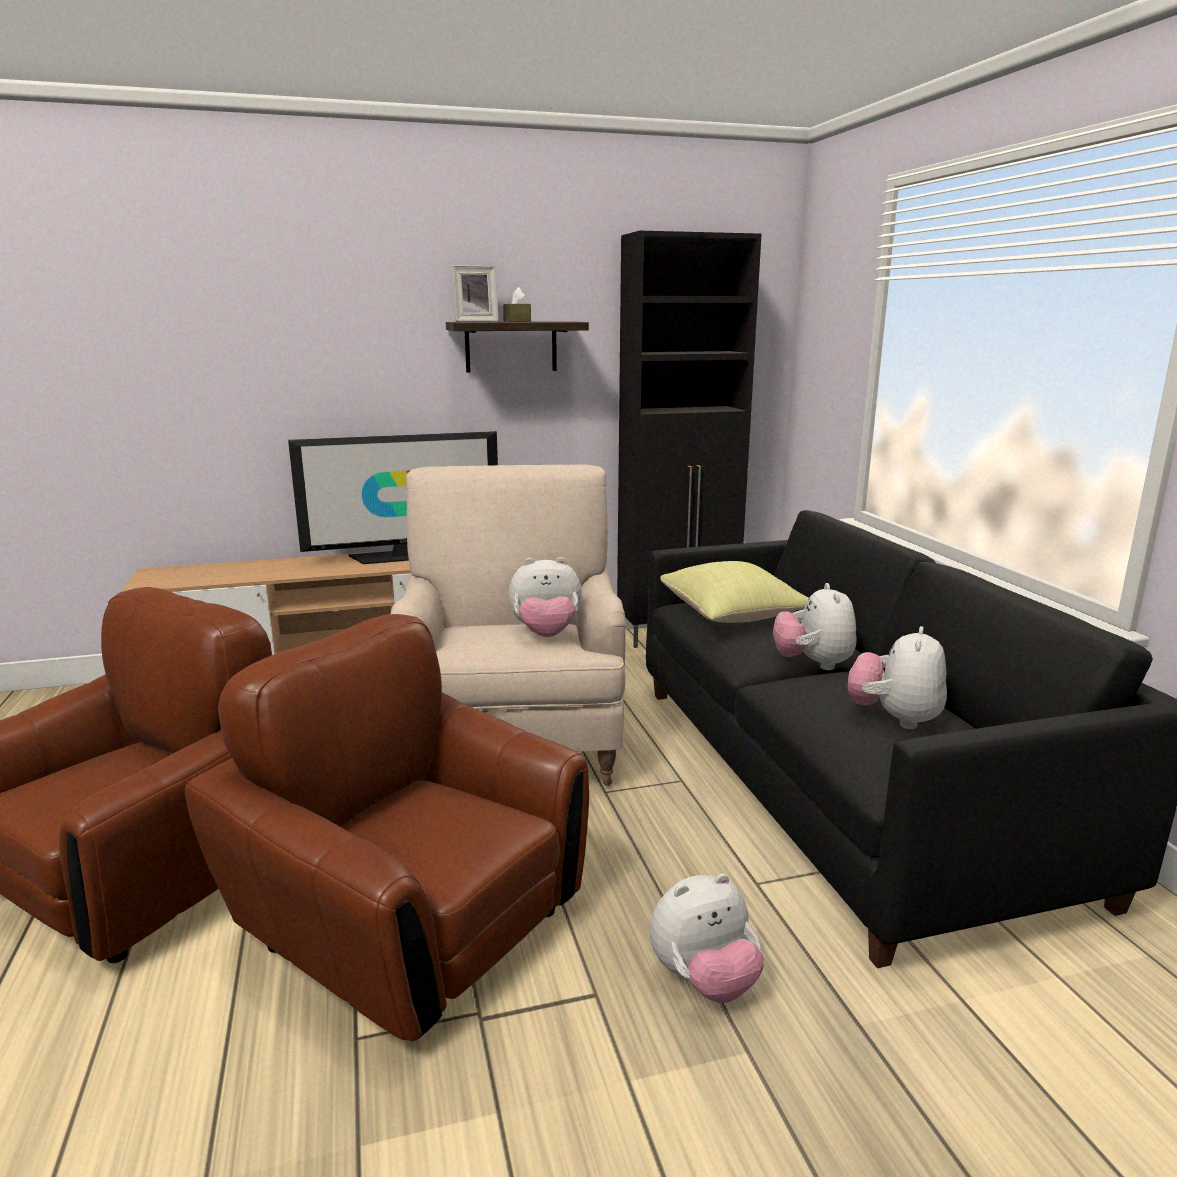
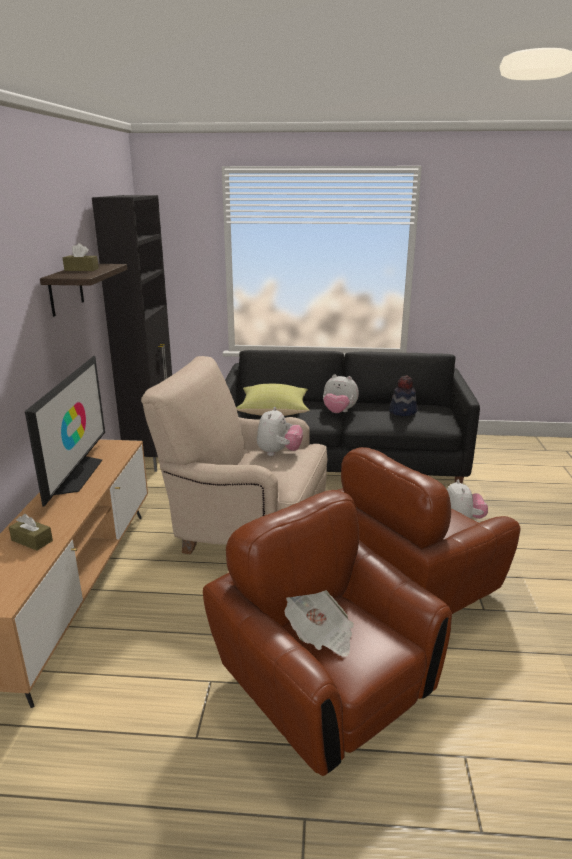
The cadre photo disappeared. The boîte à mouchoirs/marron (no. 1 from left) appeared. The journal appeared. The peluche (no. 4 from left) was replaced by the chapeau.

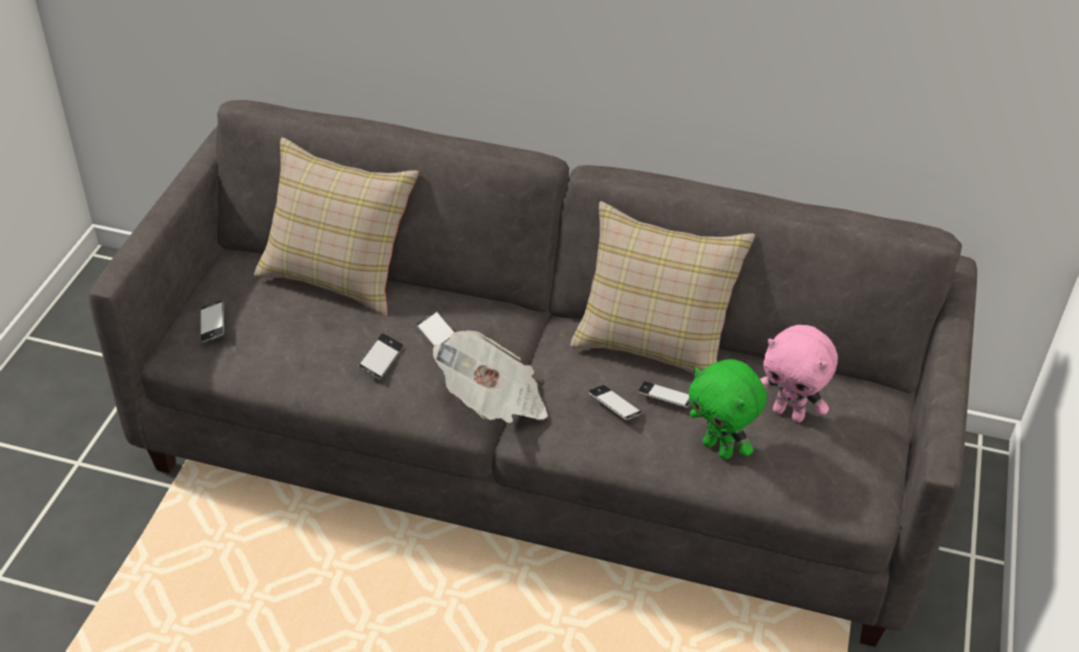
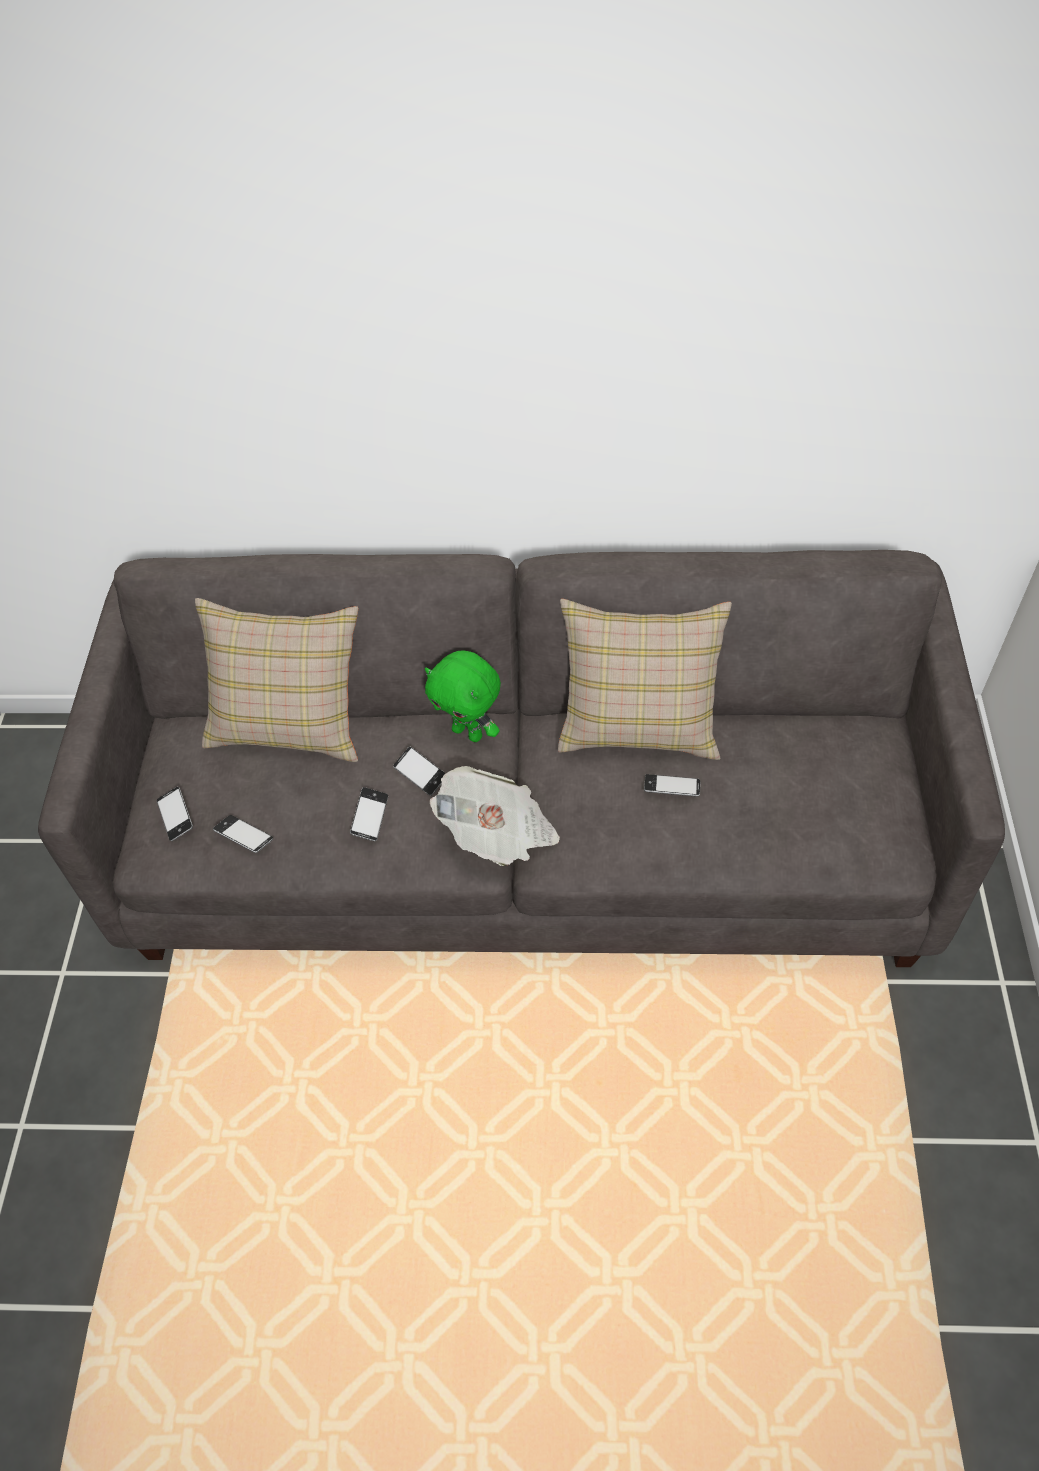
The peluche/rose disappeared. The téléphone (no. 4 from left in the first image) moved. The peluche/vert moved.

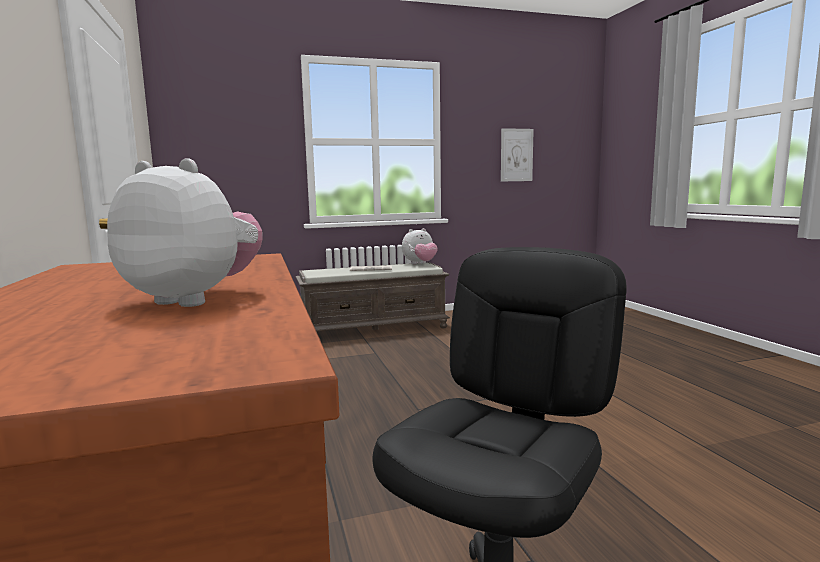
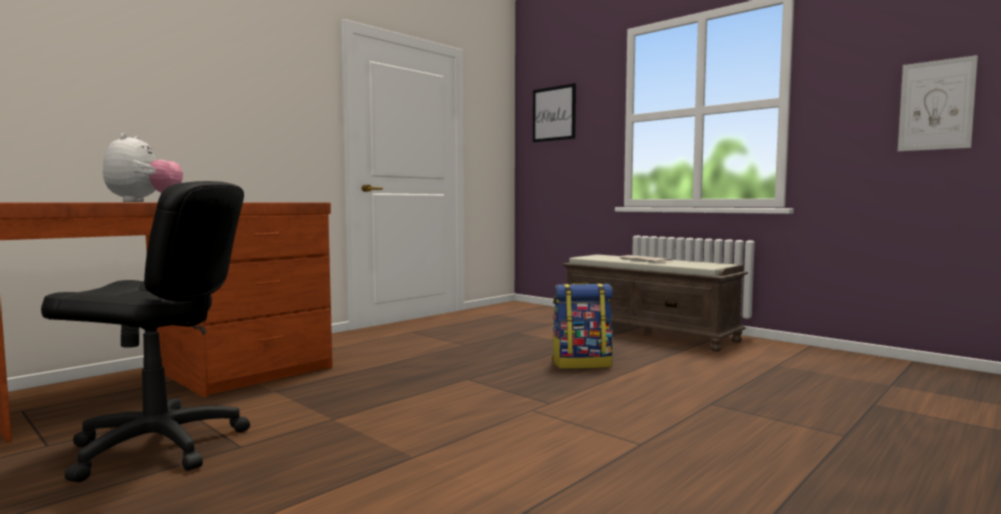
The peluche (no. 2 from left) disappeared. The tableau (no. 1 from left) appeared. The sac à dos appeared.

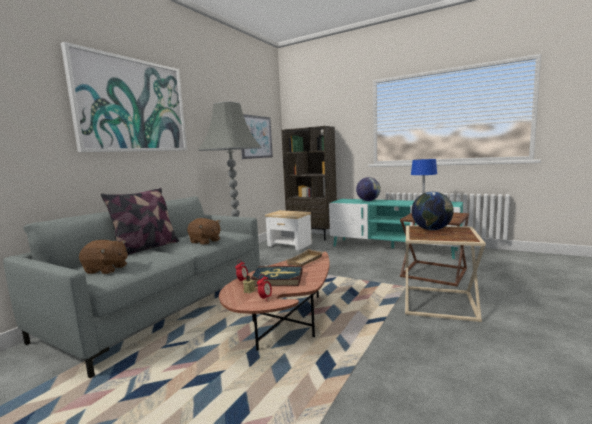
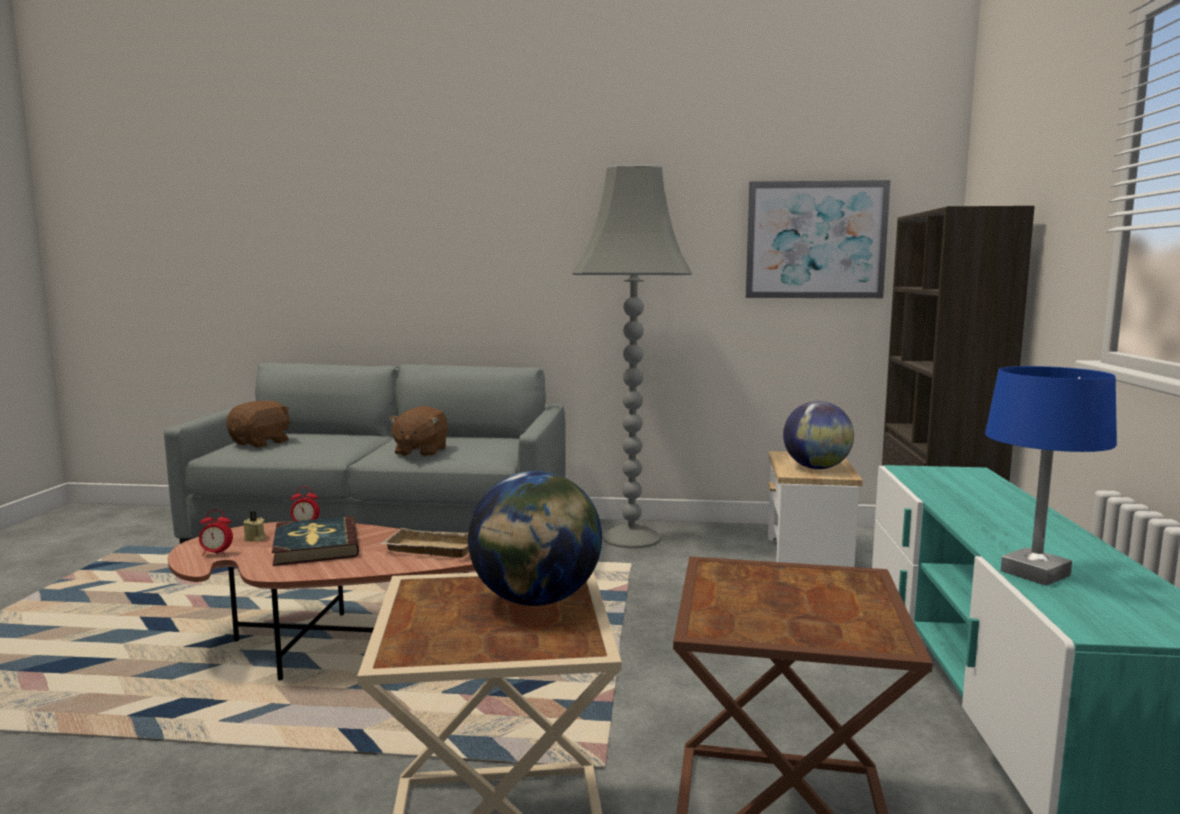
The tableau (no. 1 from left) disappeared. The coussin disappeared. The globe (no. 1 from left in the first image) moved. The peluche/marron (no. 1 from left) turned 135 degrees counterclockwise.

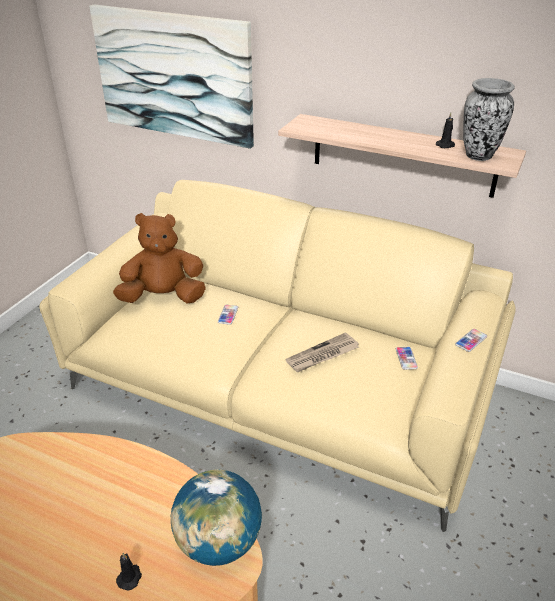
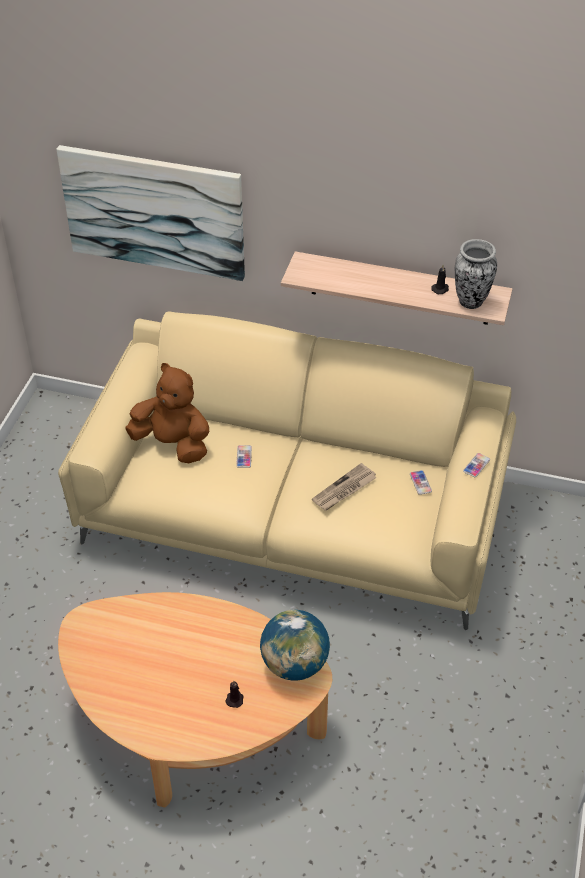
The peluche/marron turned 45 degrees clockwise.

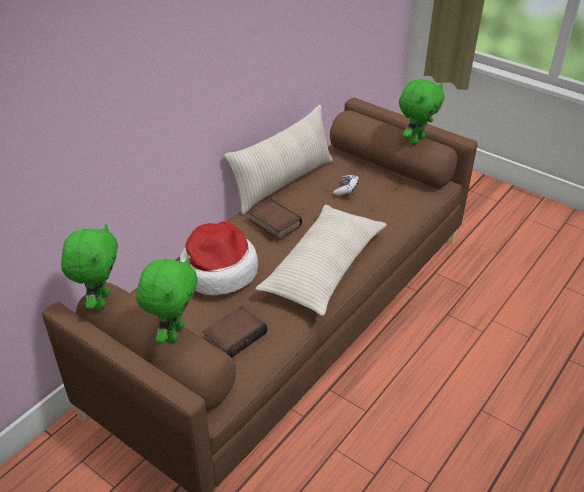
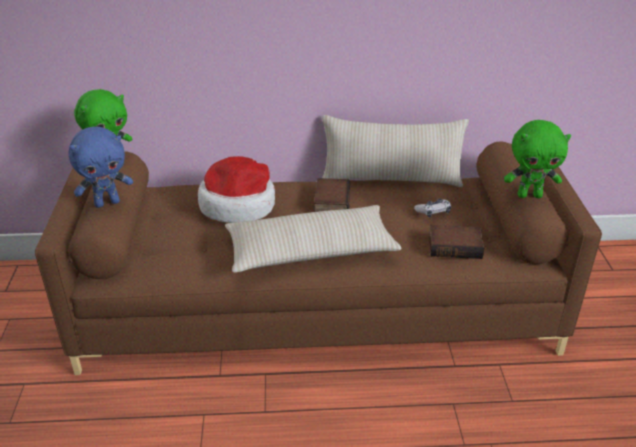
The livre (no. 1 from left in the first image) moved. The peluche/vert (no. 2 from left) became the peluche/bleu.

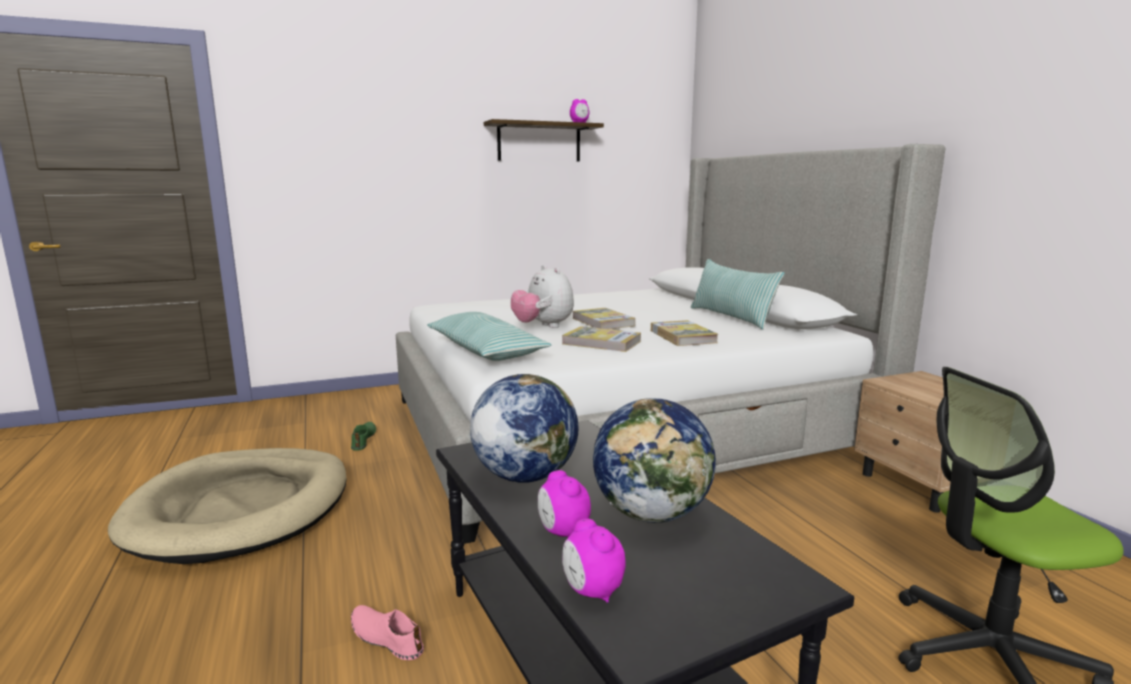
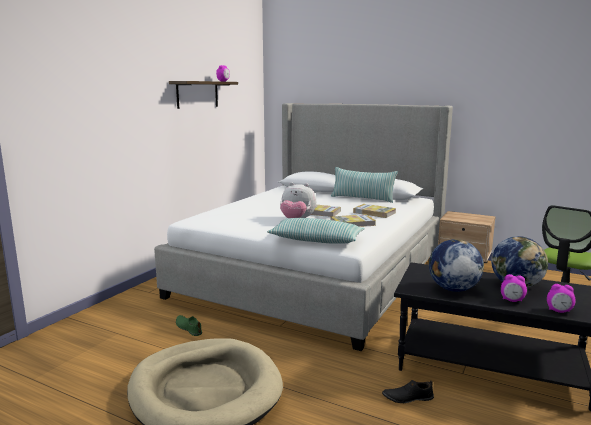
The chaussure/rose became the chaussure/noir.

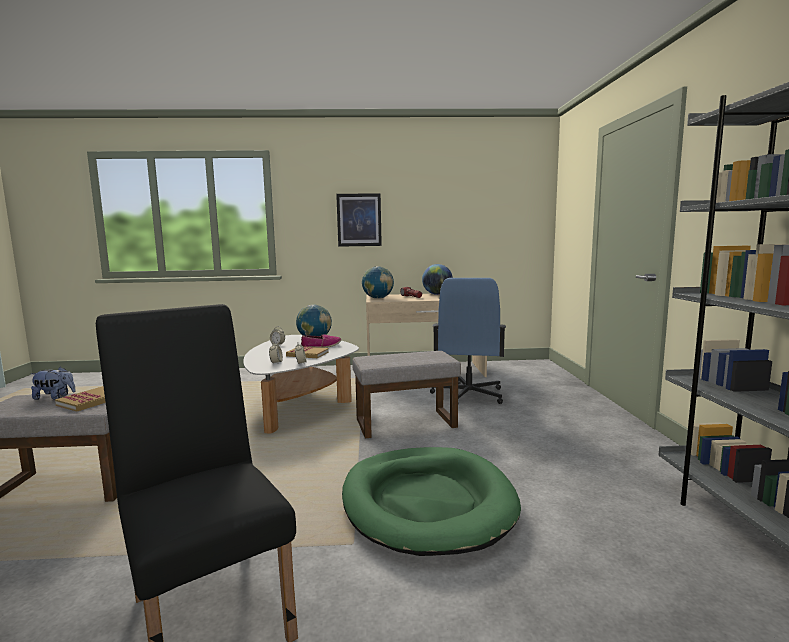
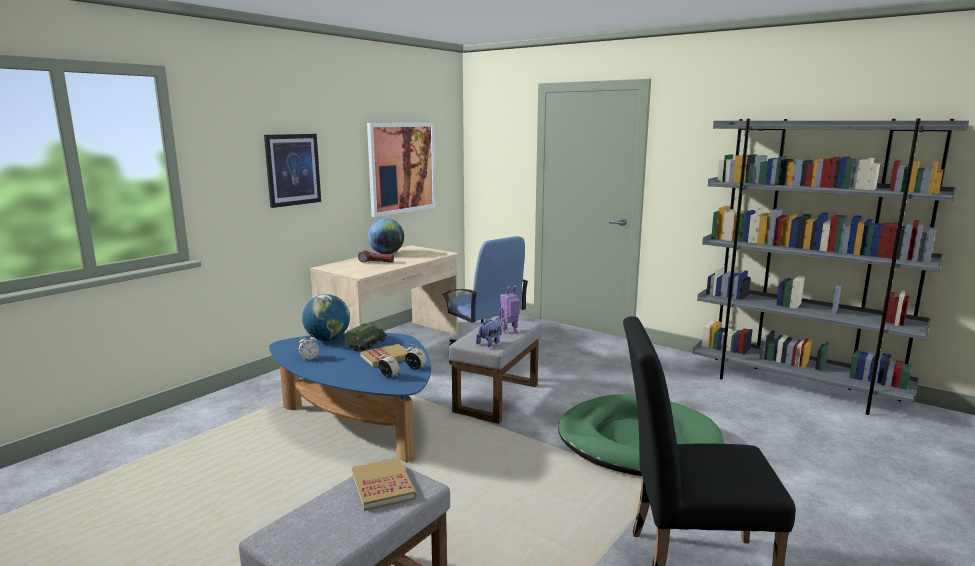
The globe (no. 2 from left) disappeared. The tableau (no. 2 from left) appeared. The robot jouet appeared. The peluche moved. The chaussure was replaced by the camion jouet. The table basse/blanc became the table basse/bleu.

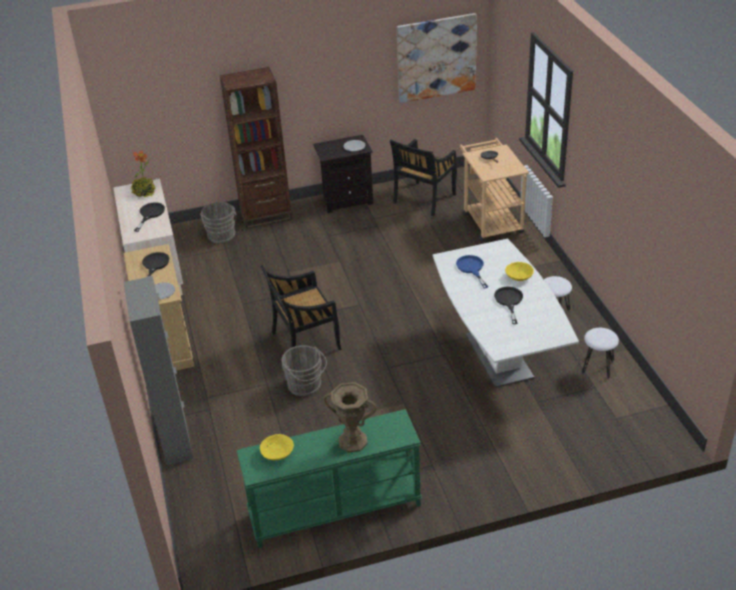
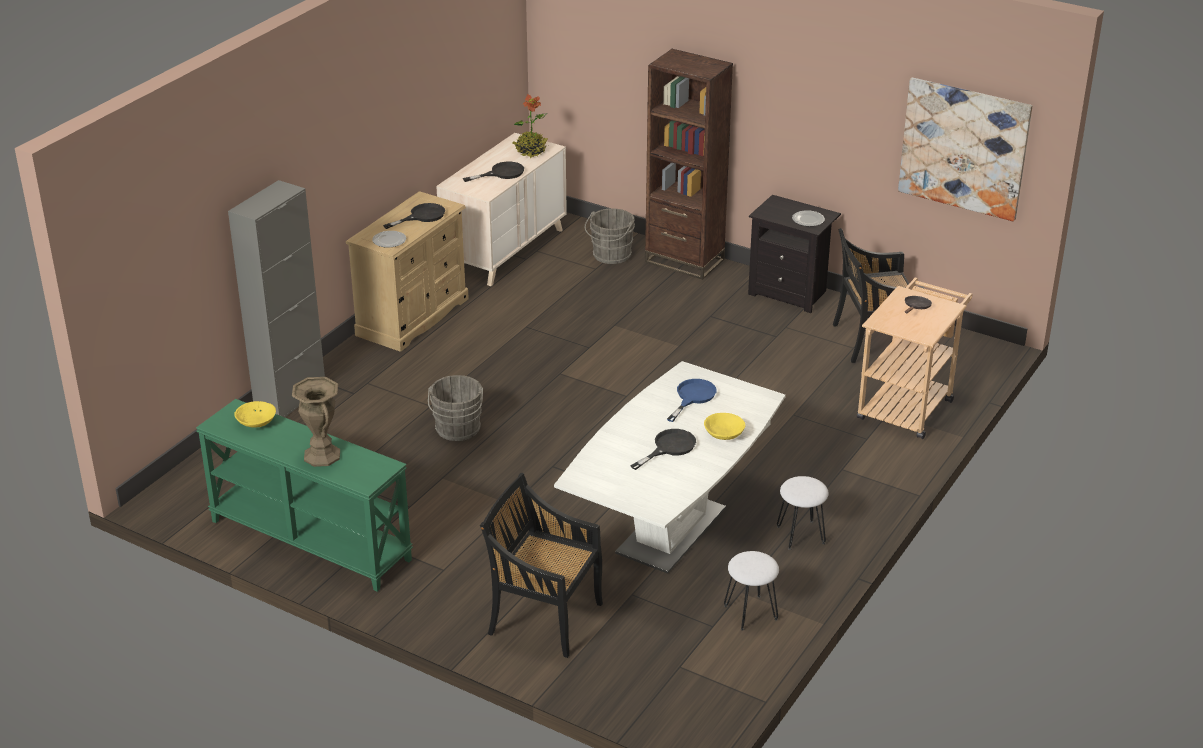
The chaise/noir (no. 1 from left) moved.

